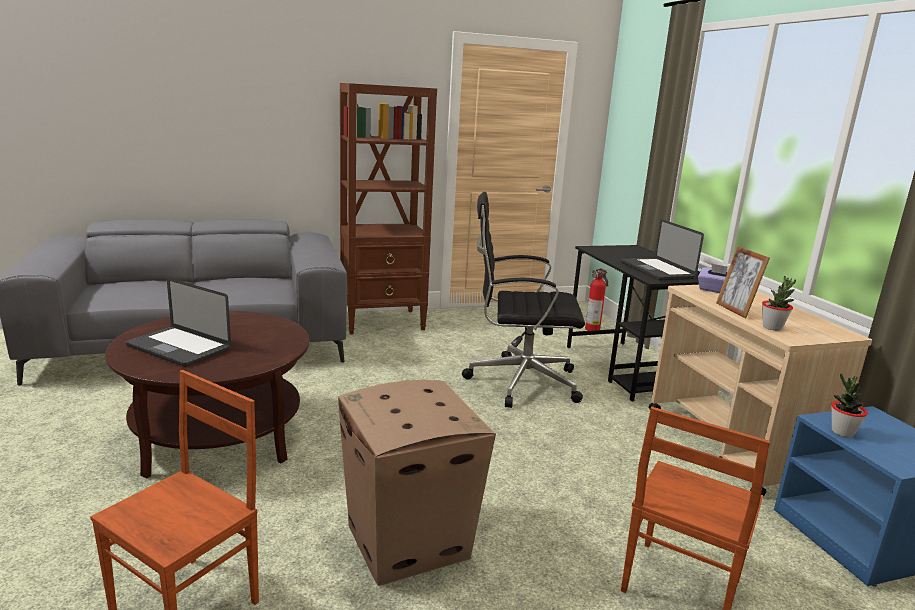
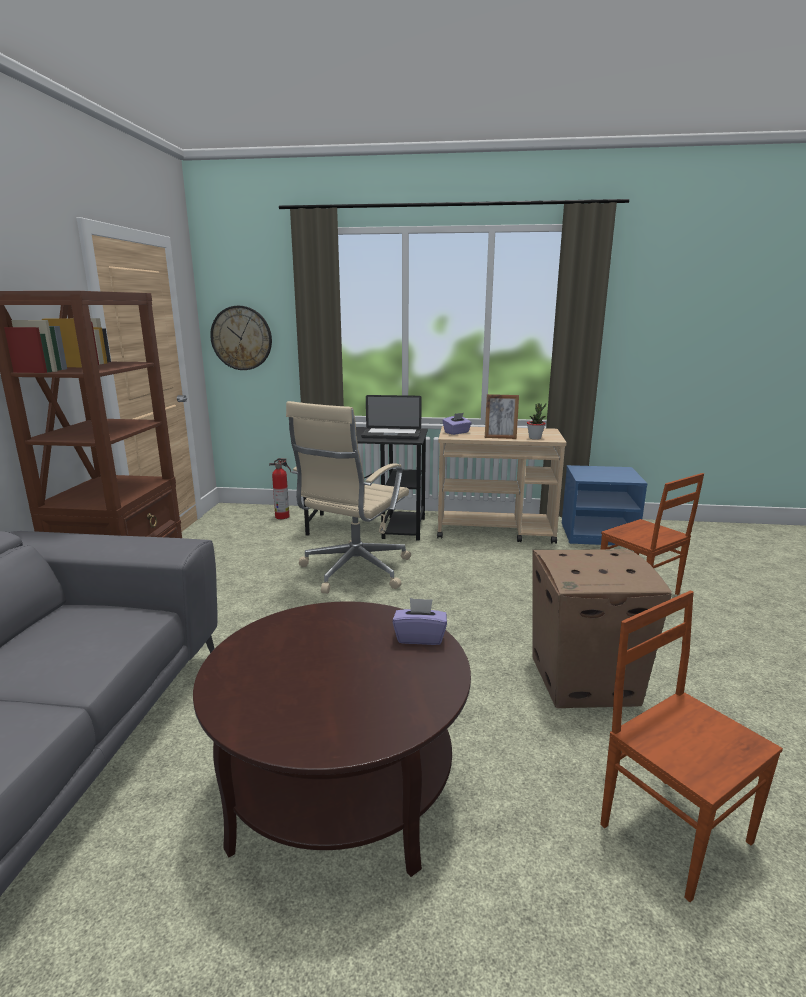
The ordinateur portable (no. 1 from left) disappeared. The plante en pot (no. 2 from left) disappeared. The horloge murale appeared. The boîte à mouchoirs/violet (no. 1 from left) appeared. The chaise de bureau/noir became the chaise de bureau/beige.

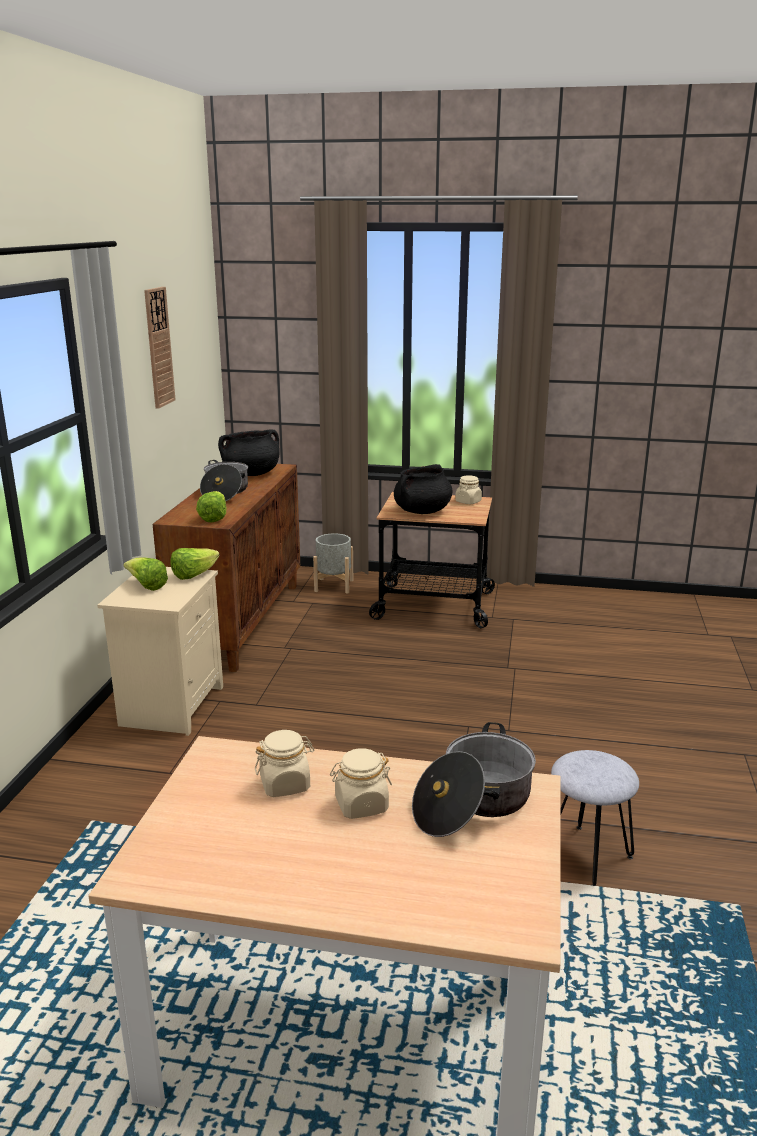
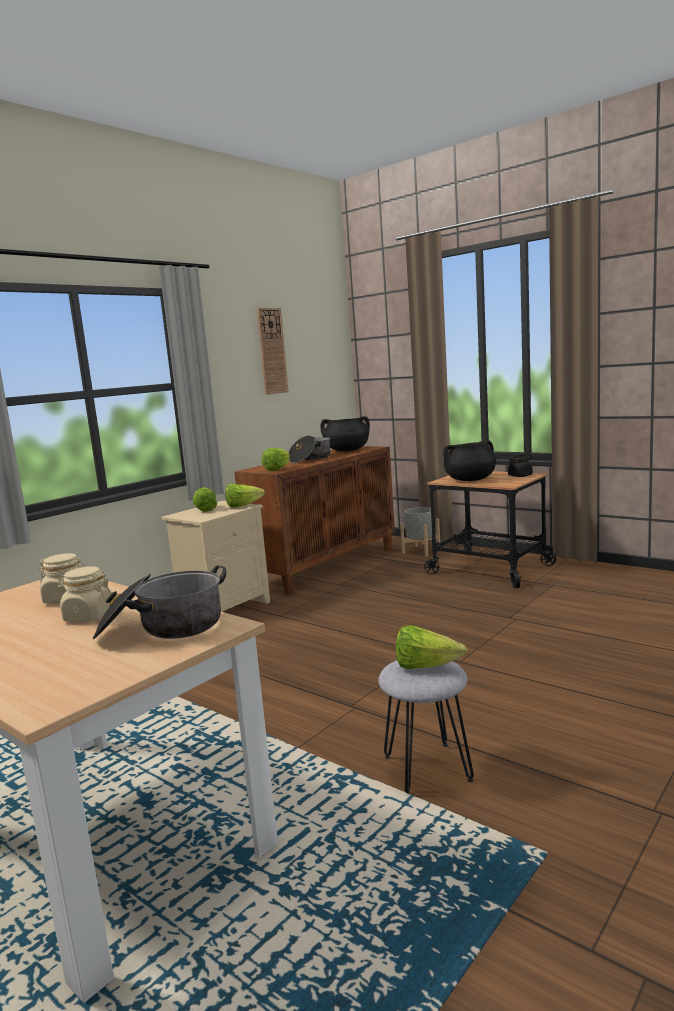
The laitue (no. 4 from left) appeared. The bocal/beige (no. 3 from left) became the bocal/noir.

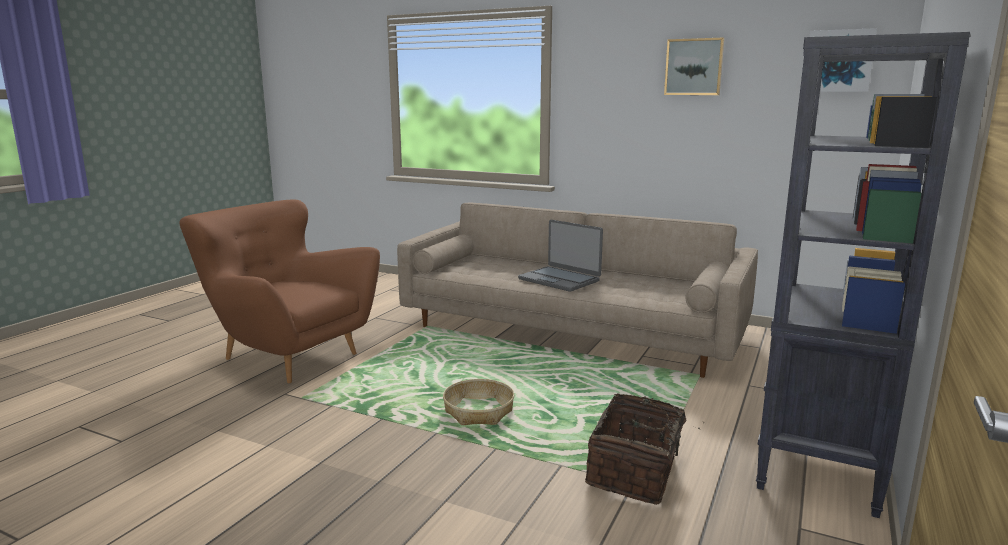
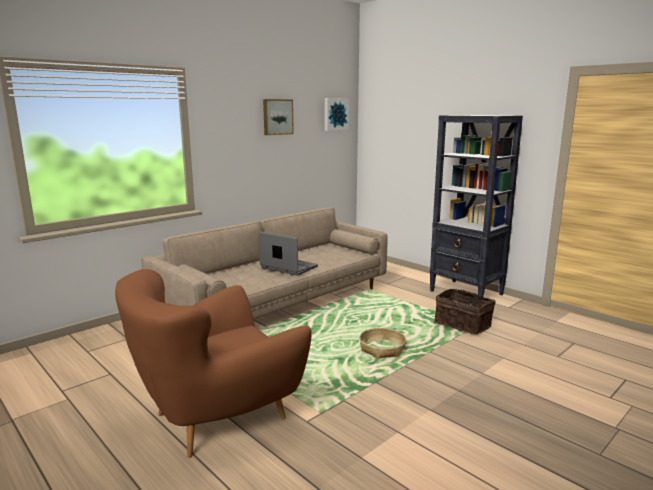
The ordinateur portable turned 120 degrees counterclockwise.

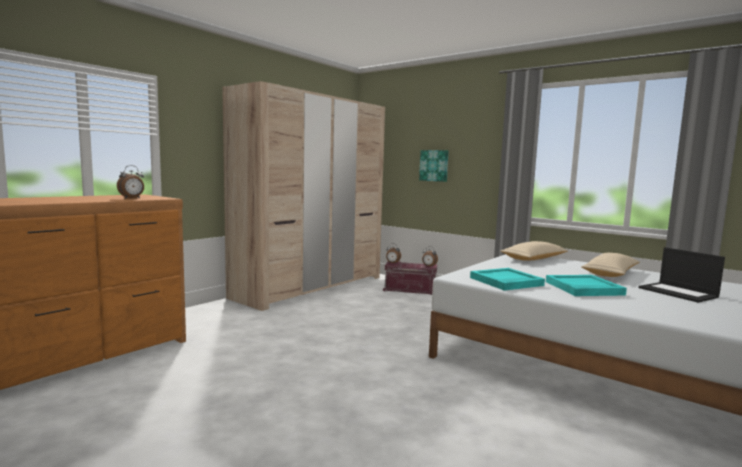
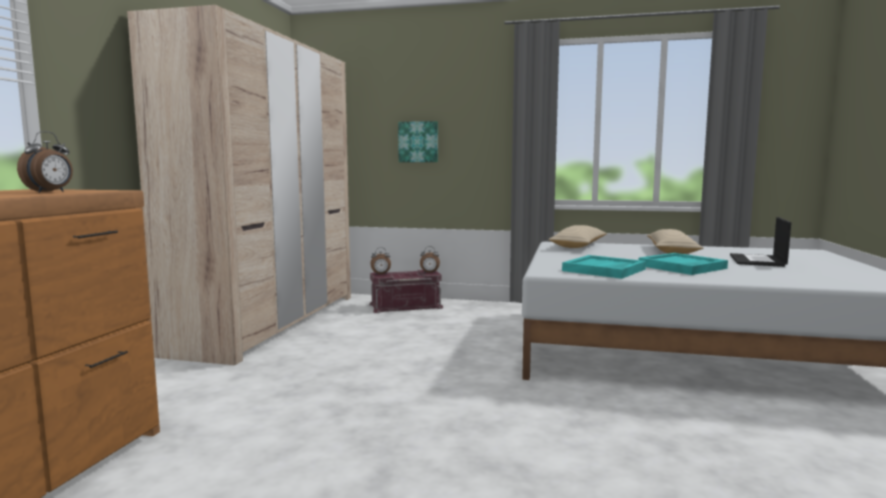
The ordinateur portable turned 75 degrees clockwise.

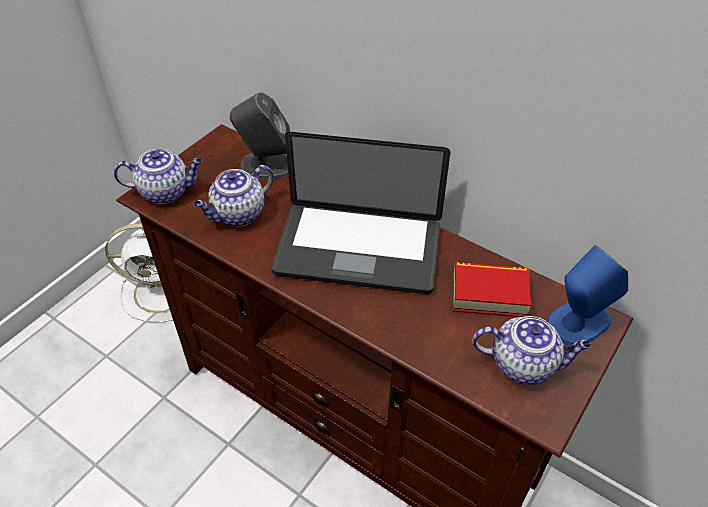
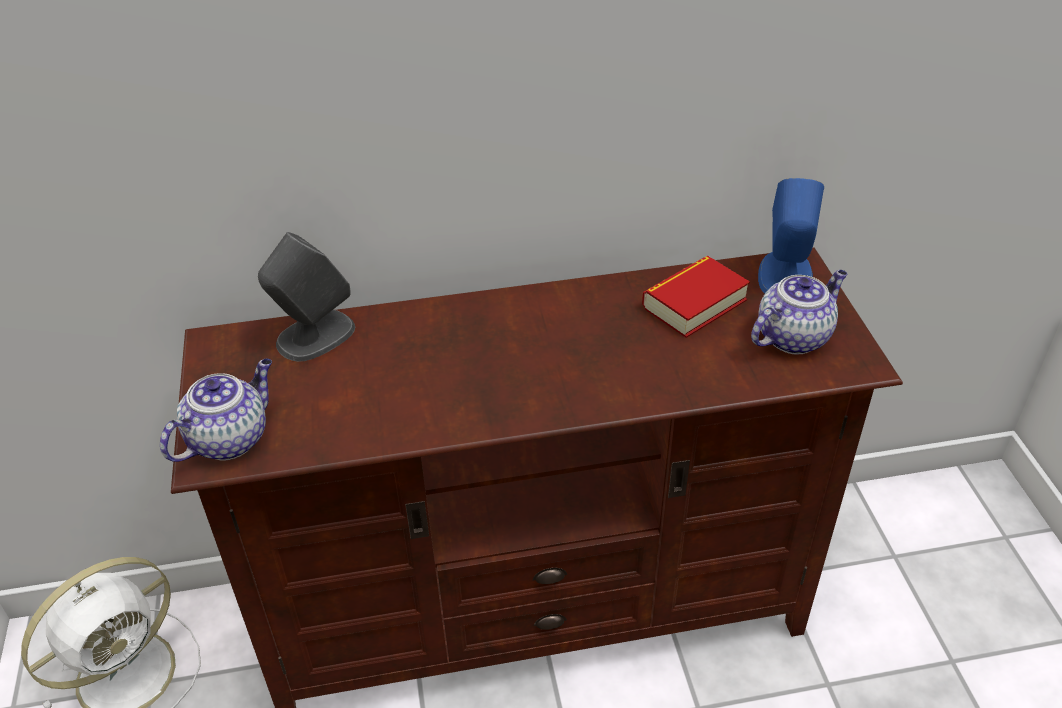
The théière (no. 2 from left) disappeared. The ordinateur portable disappeared.

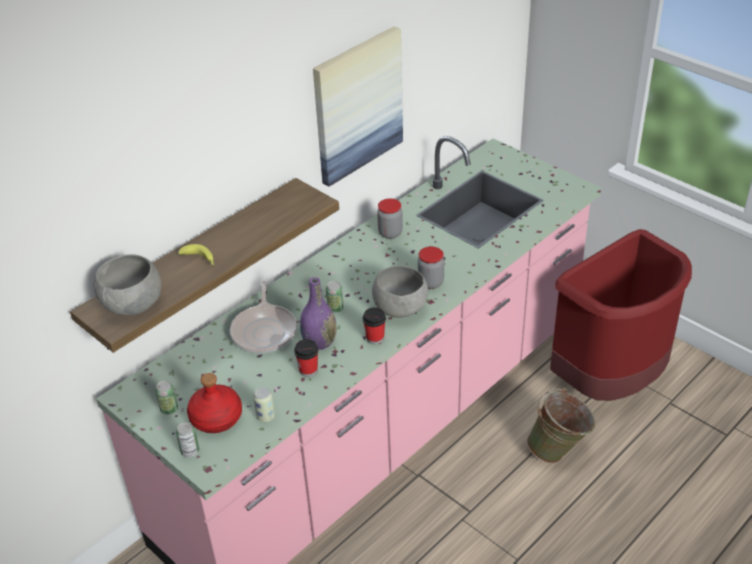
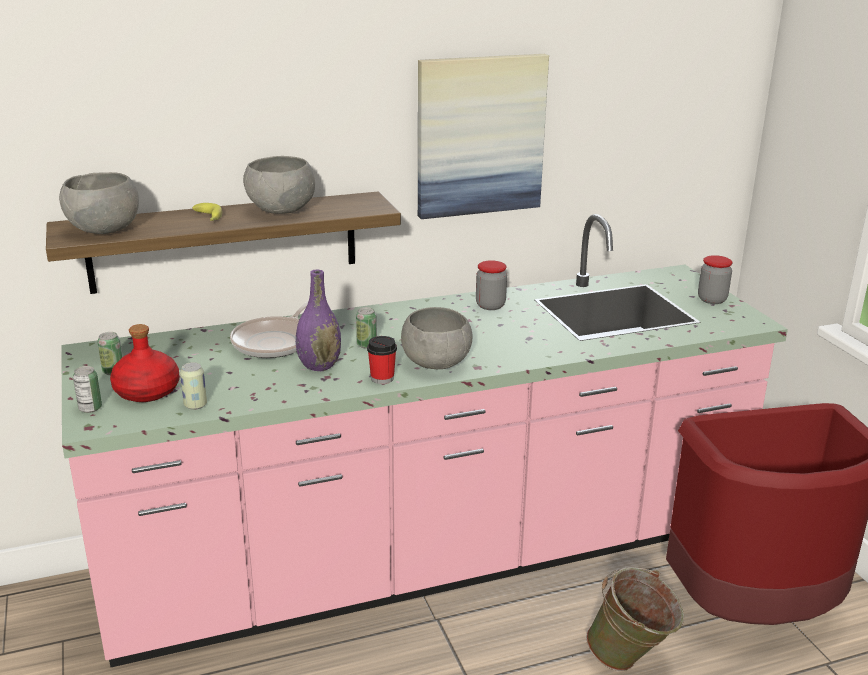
The tasse (no. 1 from left) disappeared. The bol/gris (no. 2 from left) appeared. The bocal (no. 2 from left) moved.

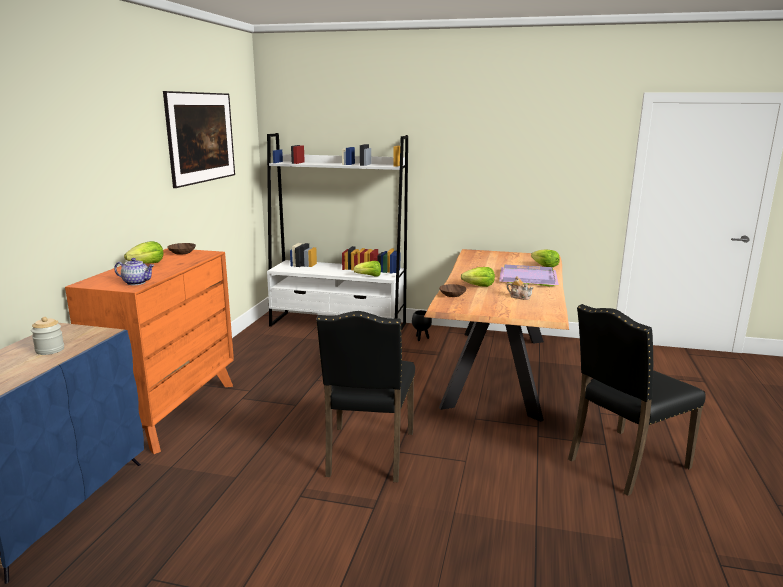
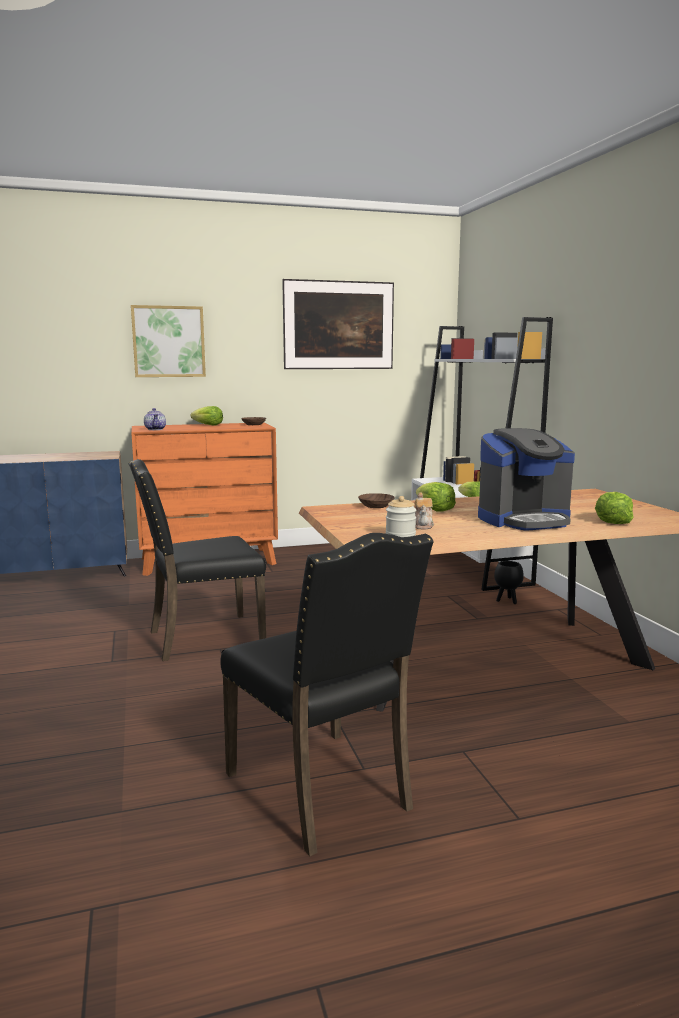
The tableau (no. 1 from left) appeared. The bocal moved. The plateau/violet was replaced by the machine à café. The chaise/noir (no. 2 from left) turned 150 degrees counterclockwise.

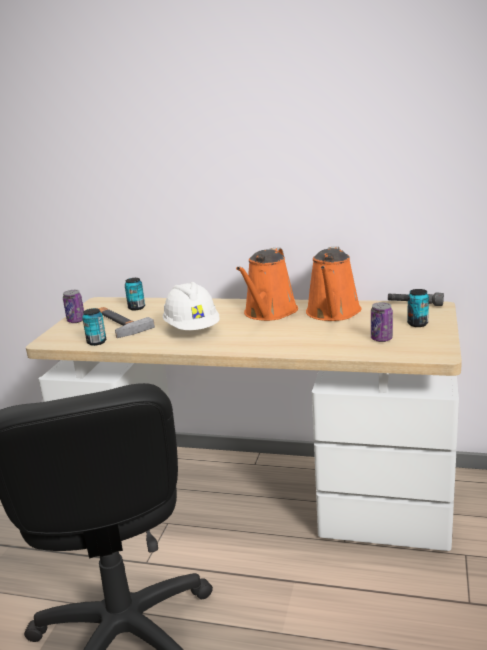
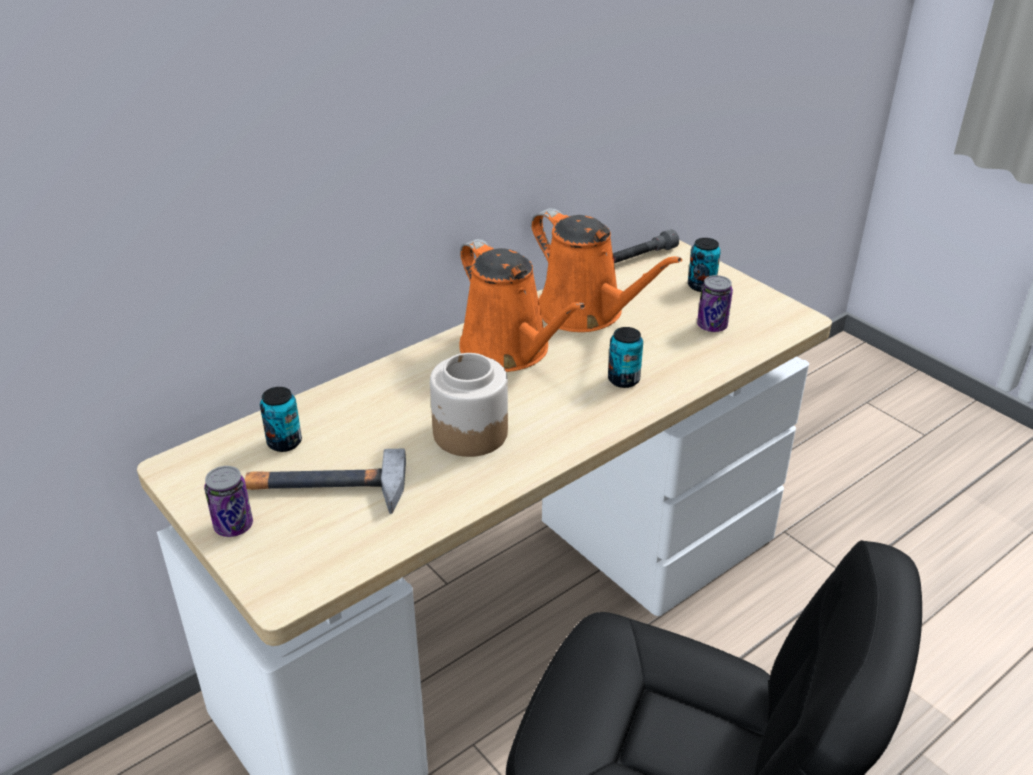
The boîte métallique (no. 2 from left in the first image) moved. The casque de chantier/blanc was replaced by the bocal.

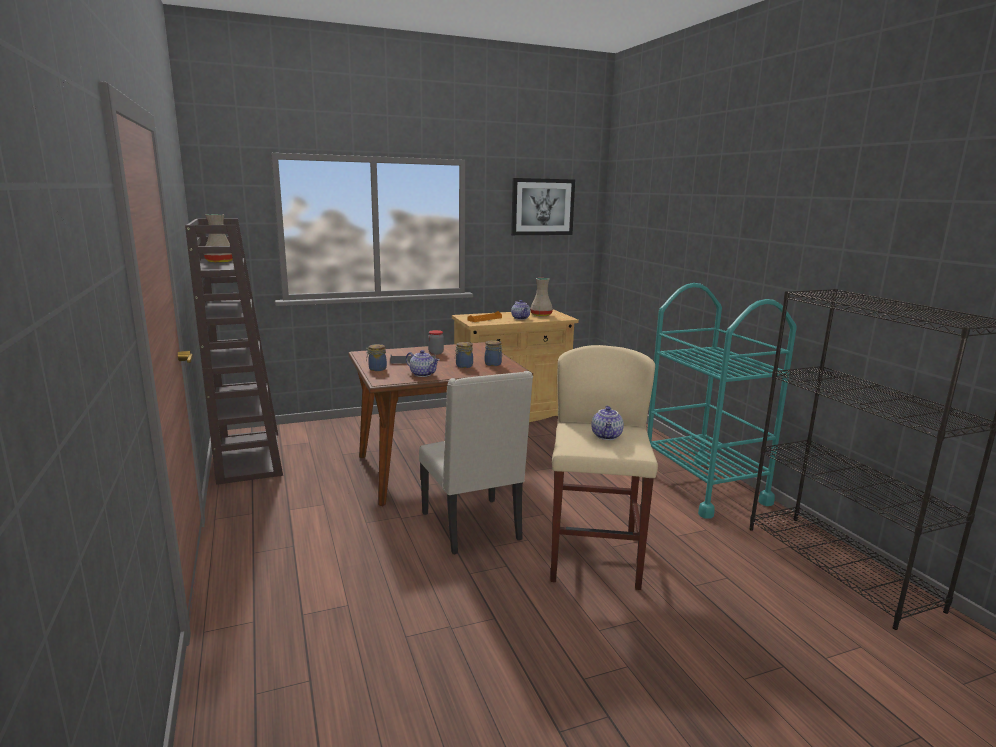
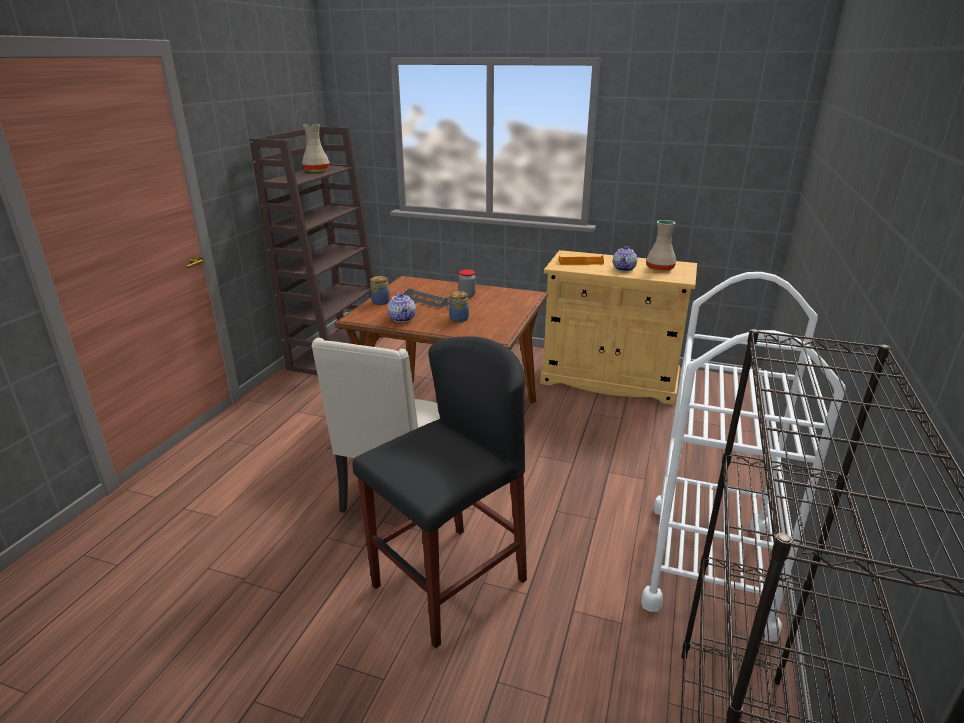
The bocal (no. 4 from left) disappeared. The tableau disappeared. The théière (no. 3 from left) disappeared. The tabouret/beige became the tabouret/noir. The chariot/turquoise became the chariot/blanc.

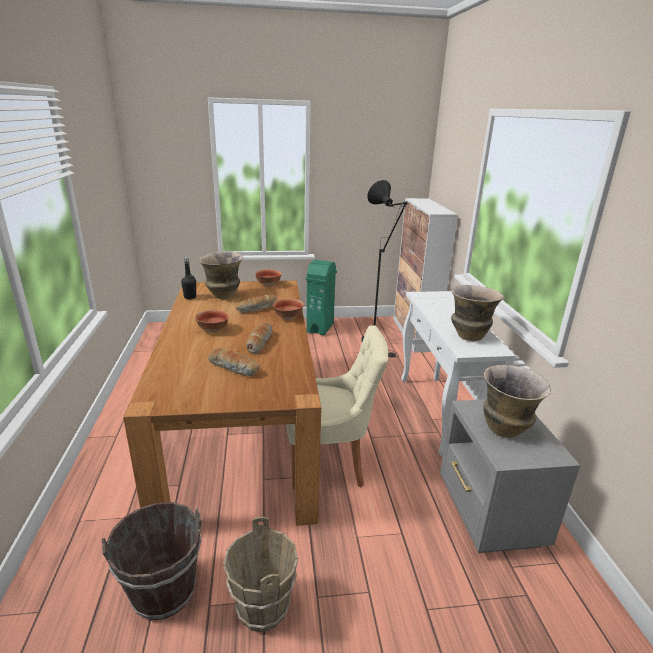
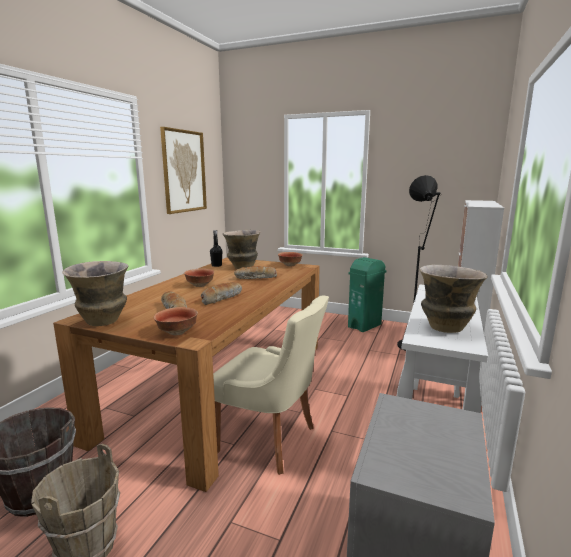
The tableau appeared. The bol (no. 3 from left in the first image) moved. The vase (no. 3 from left in the first image) moved.

